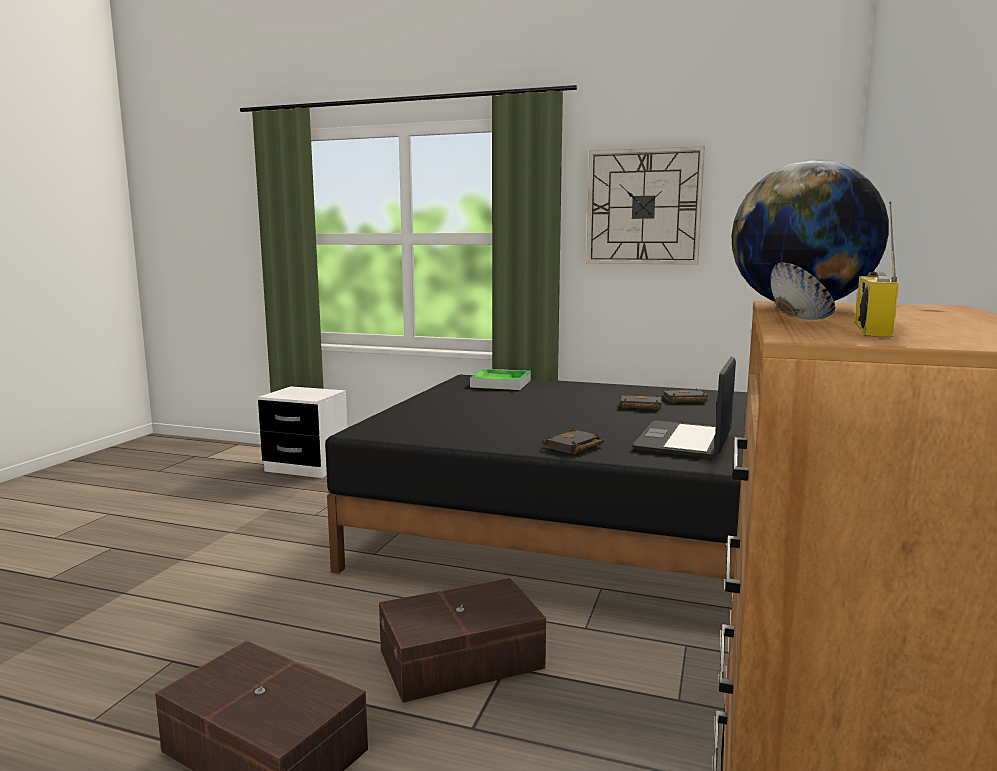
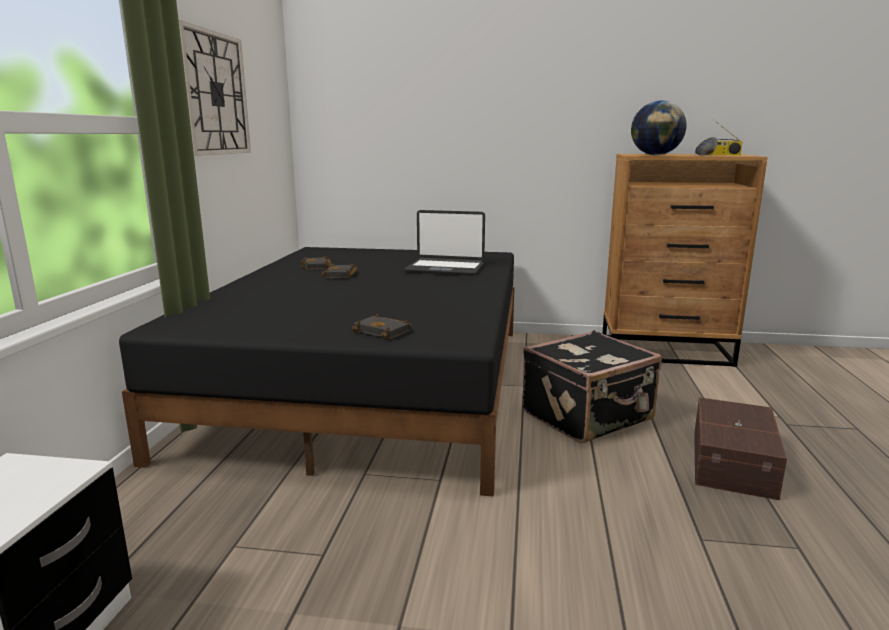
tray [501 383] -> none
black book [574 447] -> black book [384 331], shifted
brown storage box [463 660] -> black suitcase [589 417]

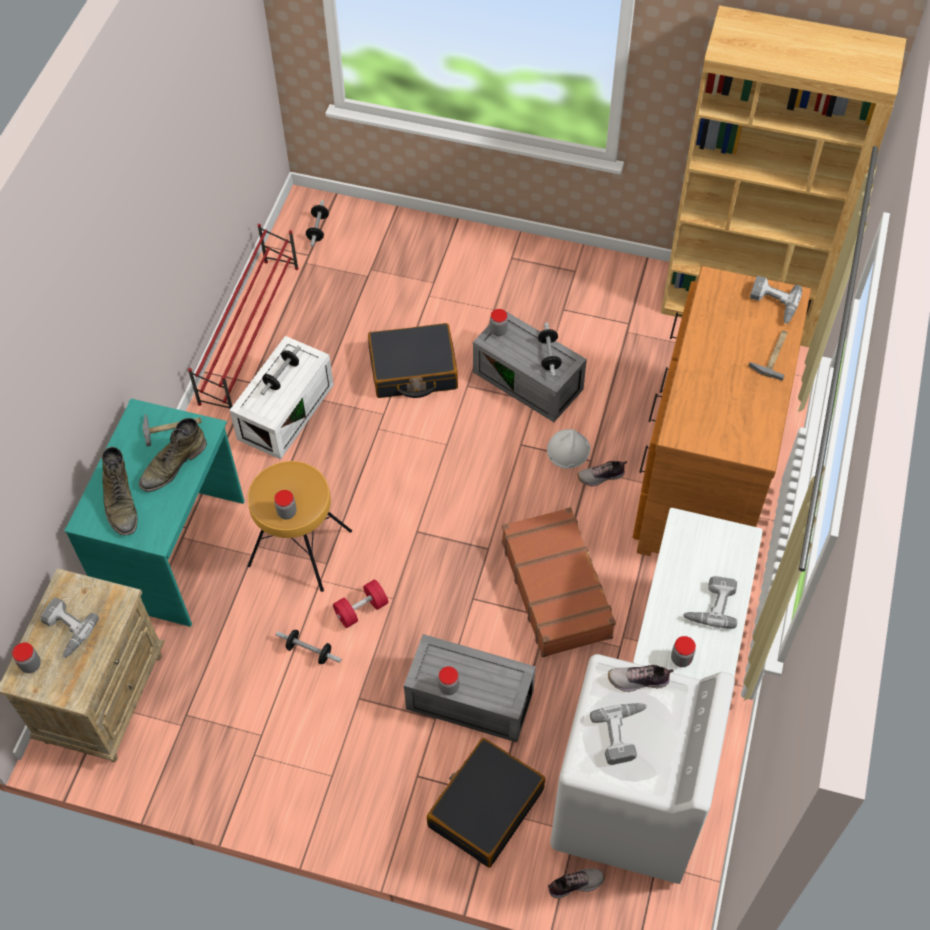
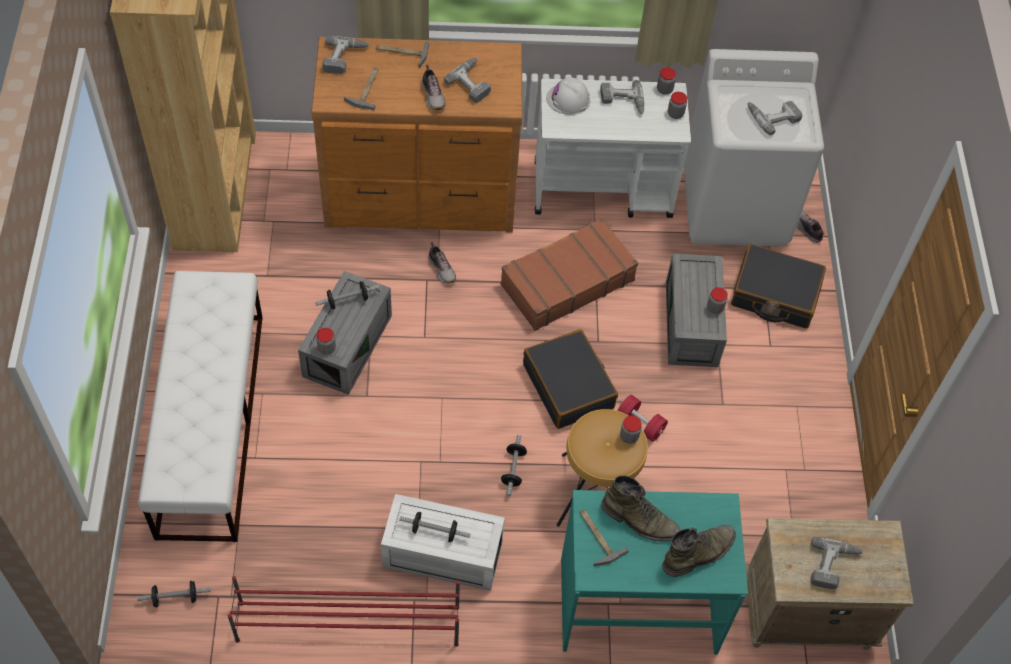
black suitcase [413 370] -> black suitcase [569 386], shifted
white hard hat [568 449] -> white hard hat [568 99], shifted
dumbbell [309 651] -> dumbbell [513 469], shifted
jar [30 665] -> jar [664 89], shifted
shoe [639 681] -> shoe [433 96], shifted
none -> power drill [473 83]
none -> hammer [366 88]
none -> white bench [211 422]

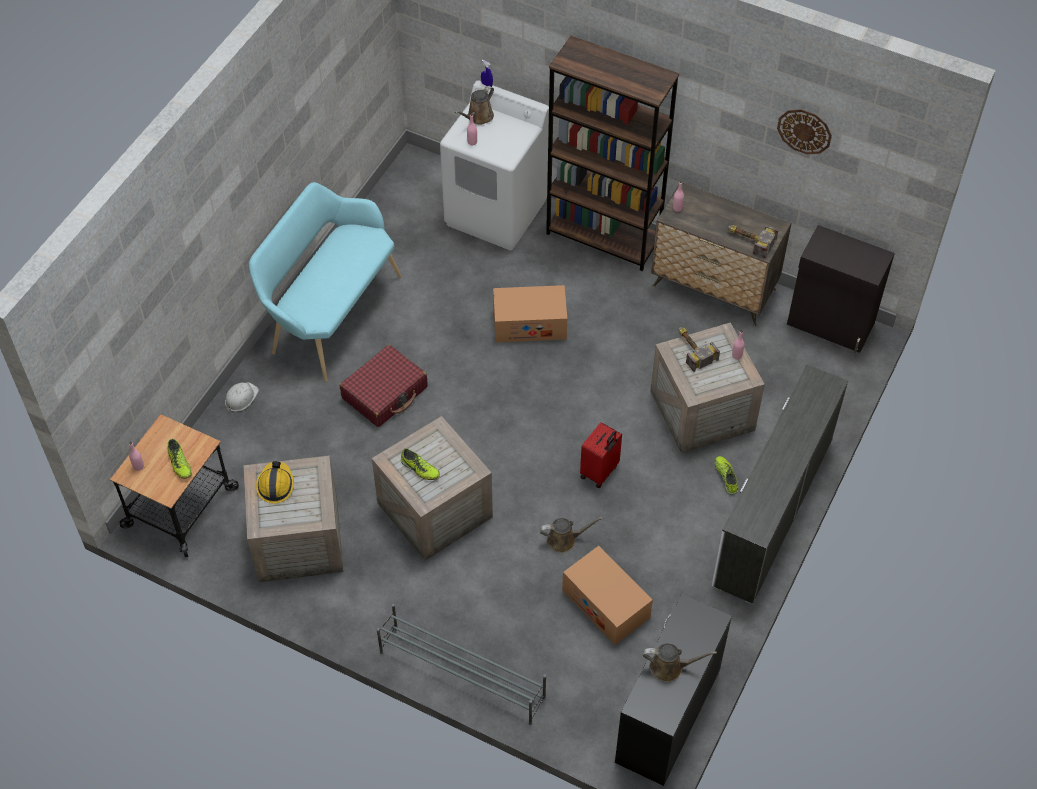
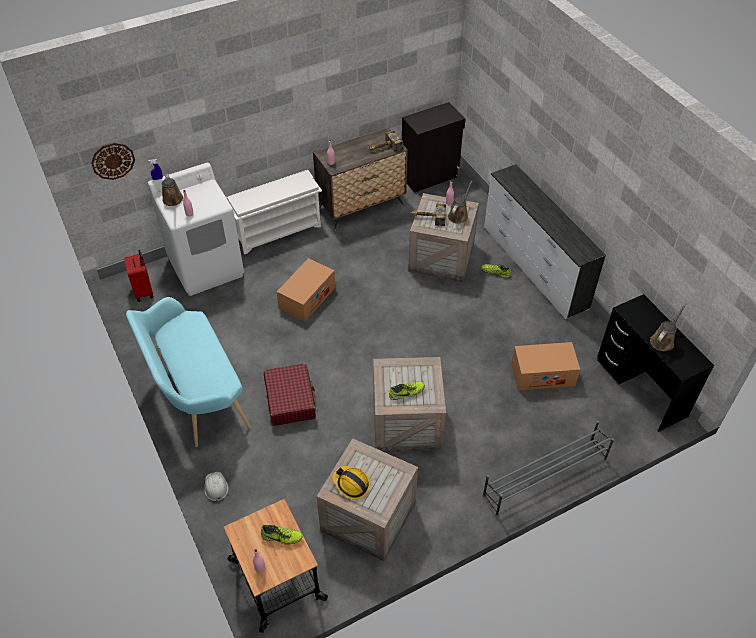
brown bookcase [603 237] -> white shoe rack [278 231]
wall clock [804 131] -> wall clock [113 161], shifted
red suitcase [600 472] -> red suitcase [144 291], shifted
brown watering can [564 539] -> brown watering can [458 215], shifted

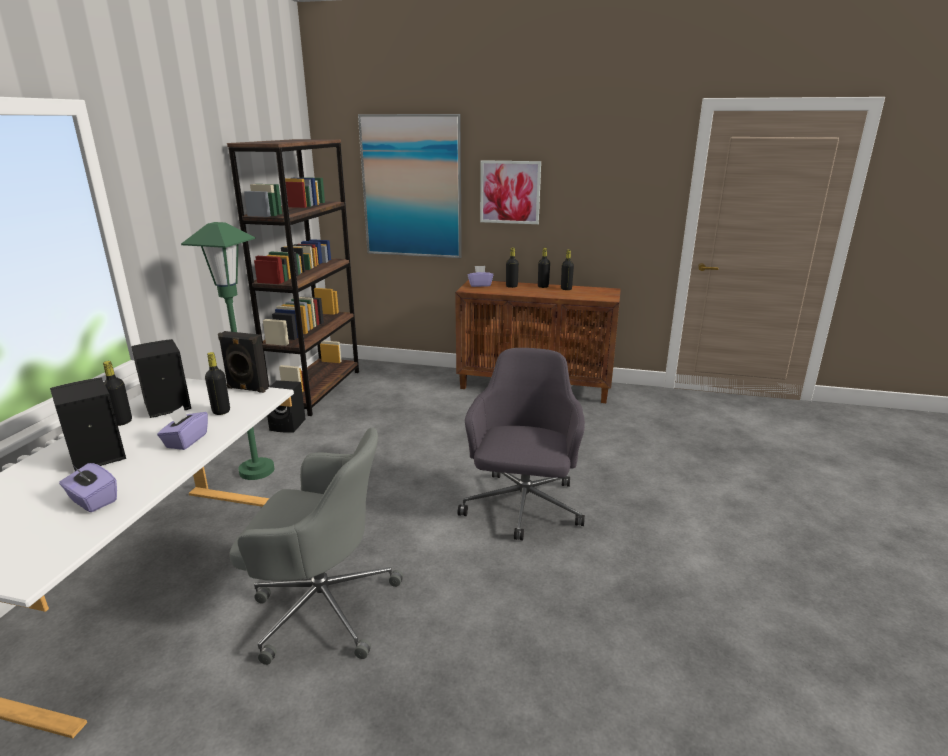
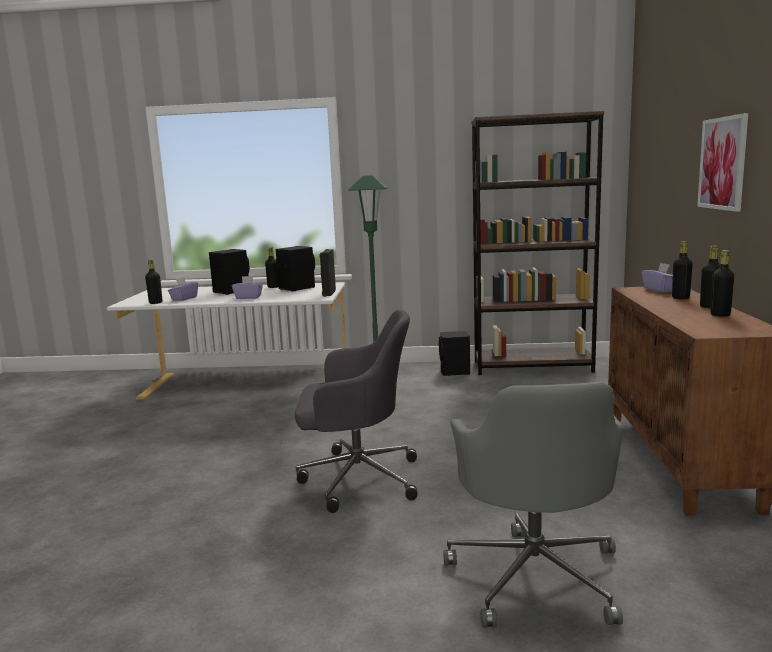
picture [412 187] -> none
black bottle [221 411] -> black bottle [155 303], shifted
grey office chair [322 605] -> grey office chair [535 575], shifted

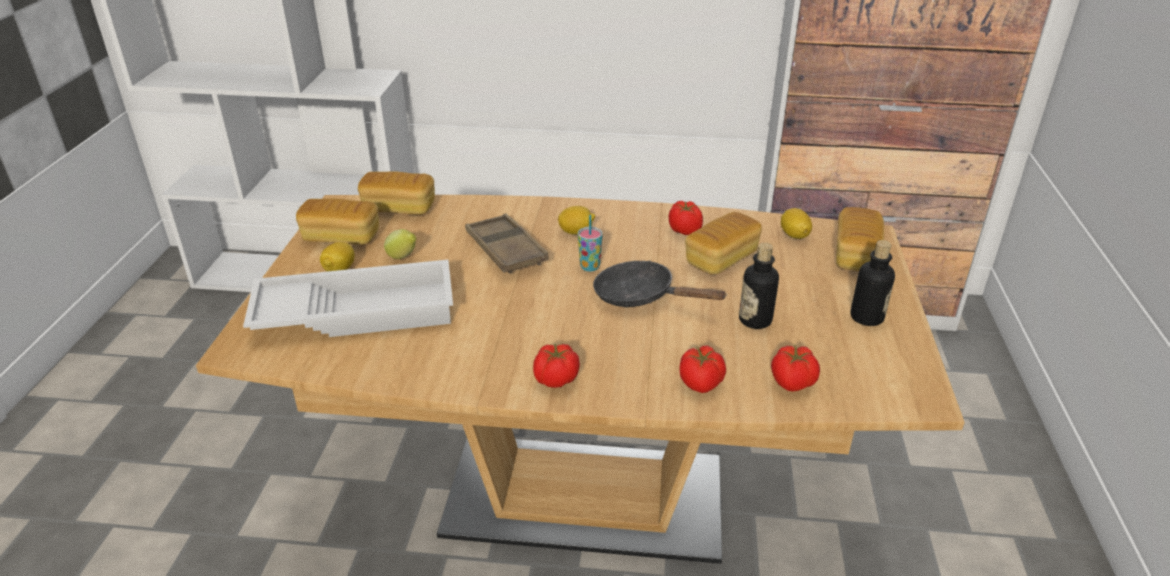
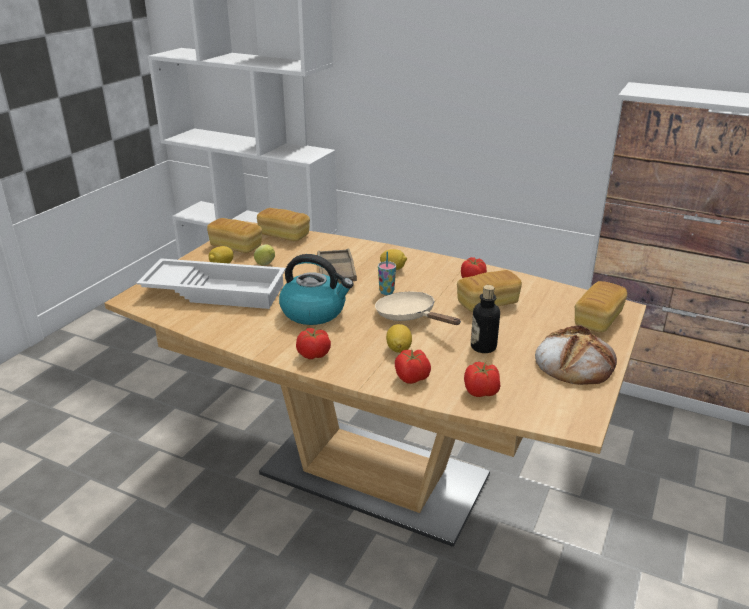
lemon [794 235] -> lemon [399 349], shifted
bottle [866 317] -> bread [574 362]
black frying pan [641 296] -> beige frying pan [410 316]
none -> kettle [314 312]

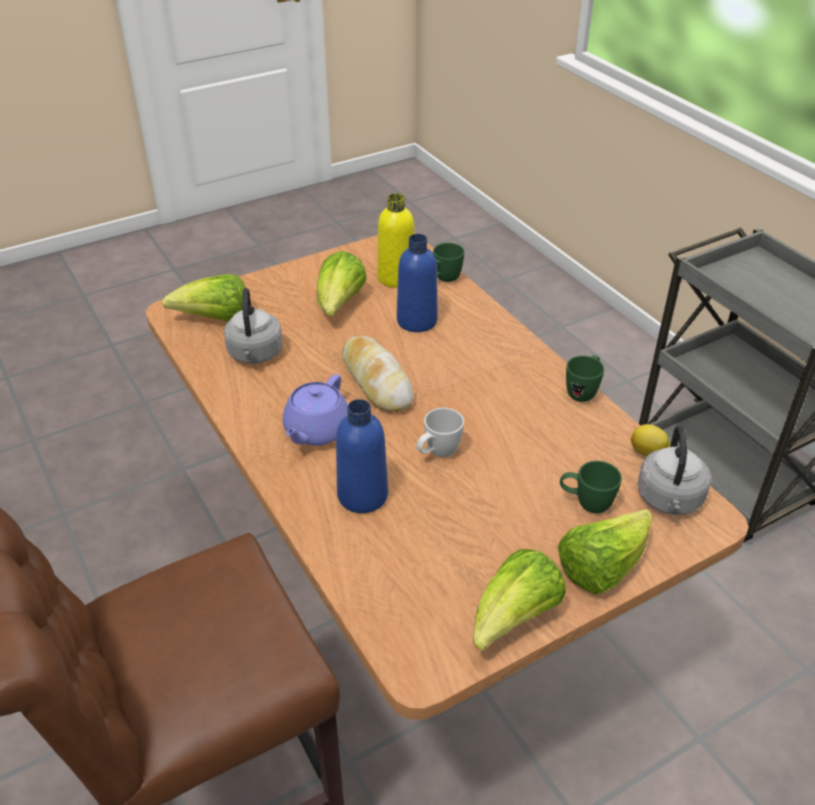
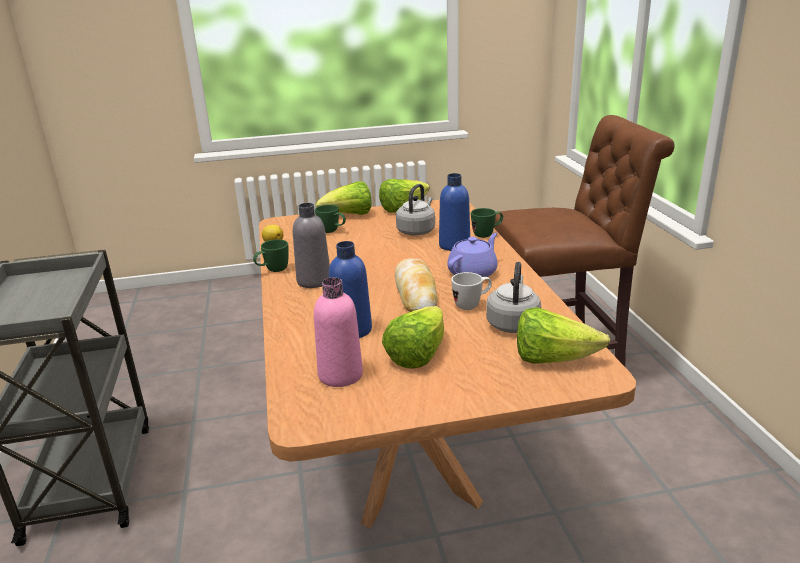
yellow bottle [396 277] -> pink bottle [340 375]
green mug [443 280] -> green mug [487 234], shifted
white mug [437 453] -> white mug [472 305], shifted
grey kettle [669 500] -> grey kettle [417 231], shifted
none -> grey bottle [314 281]

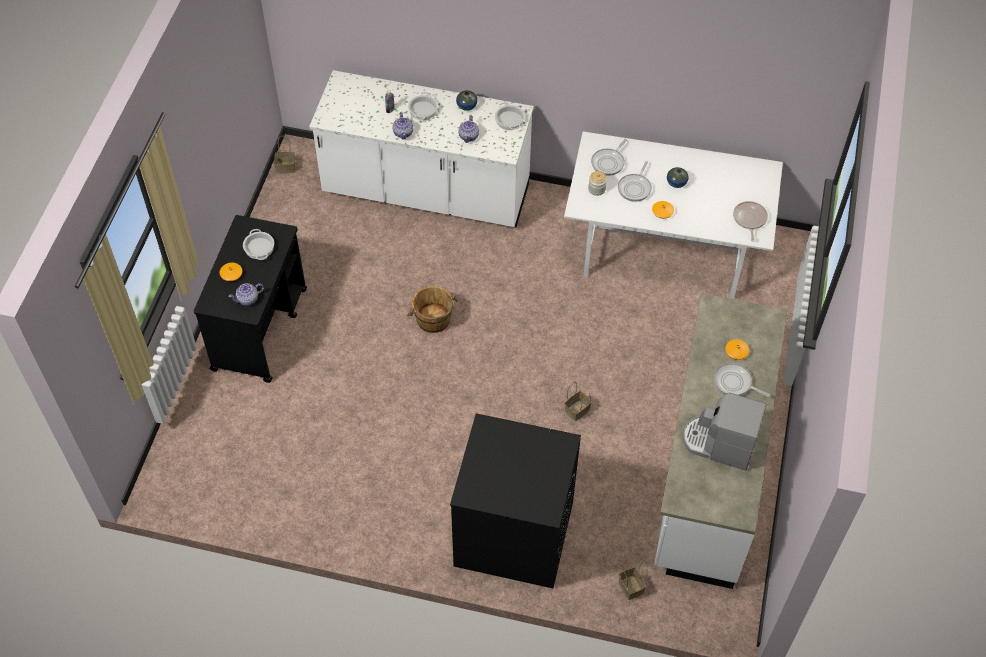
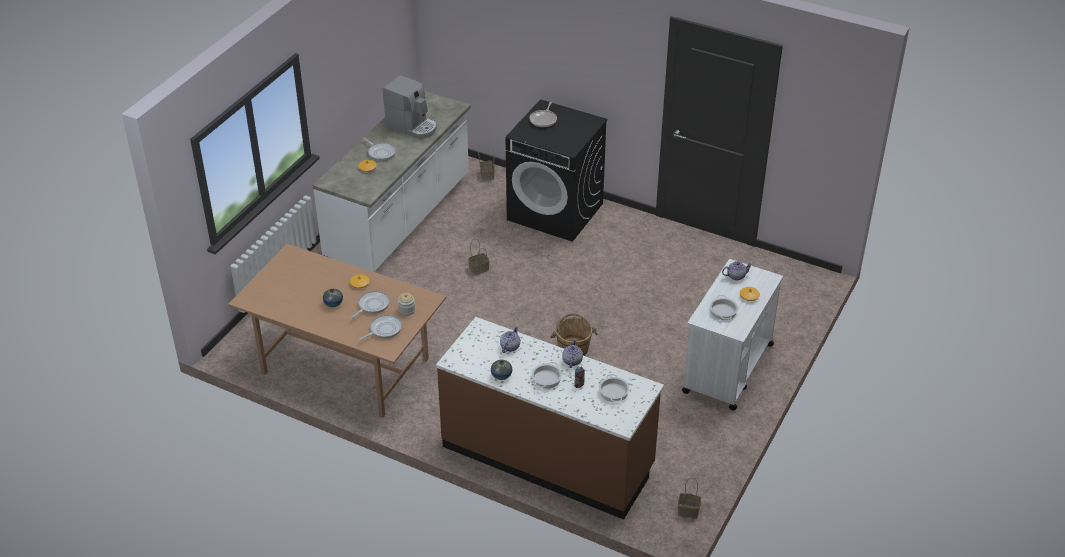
white counter [426 193] -> brown counter [548 457]
cooking pot [510 120] -> cooking pot [613 392], shifted
white dining table [665 248] -> brown dining table [344 366]
frying pan [749 219] -> frying pan [543 120], shifted
black cart [260 328] -> white cart [727 368]

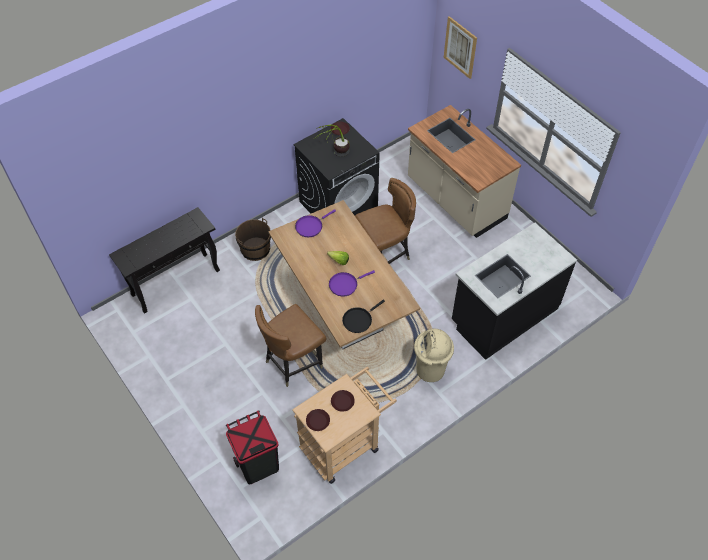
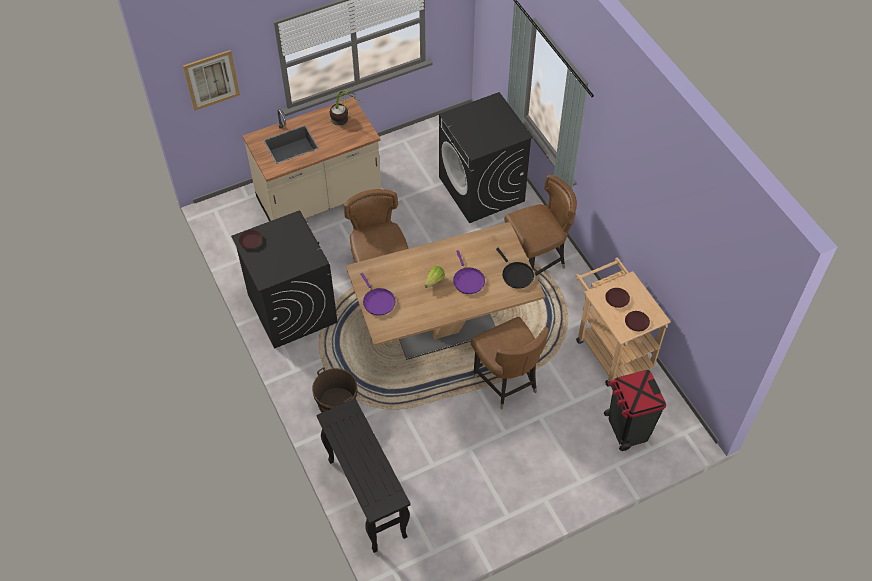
potted plant [334 156] -> potted plant [345 125], shifted
black counter [503 315] -> black washing machine [482 189]
beige trash can [430 370] -> brown chair [536 262]

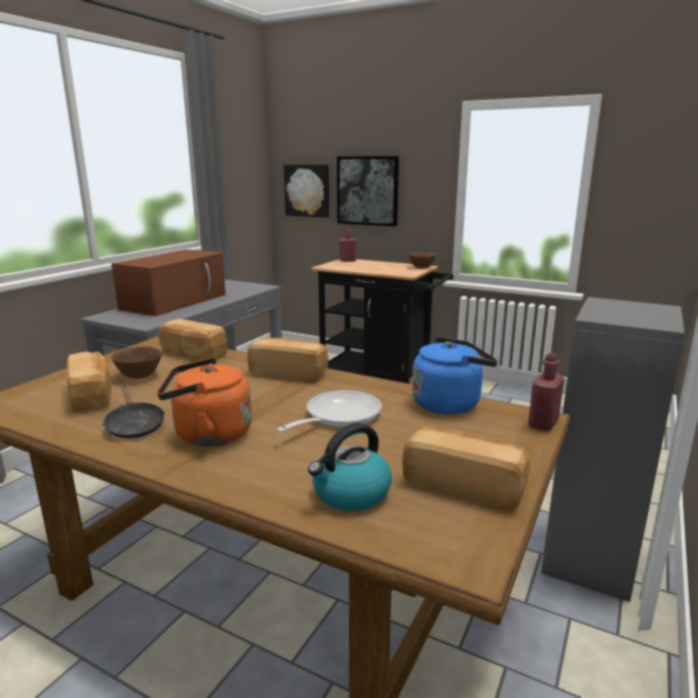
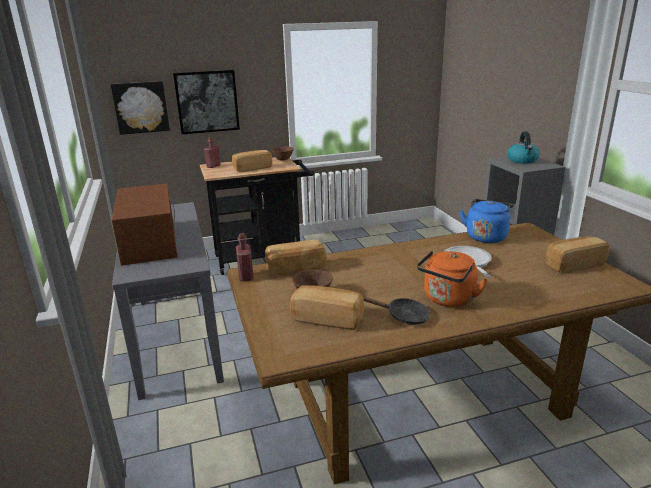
bread [289 373] -> bread [252 168], shifted
red bottle [543 424] -> red bottle [246 276], shifted
kettle [350 494] -> kettle [522 160], shifted

